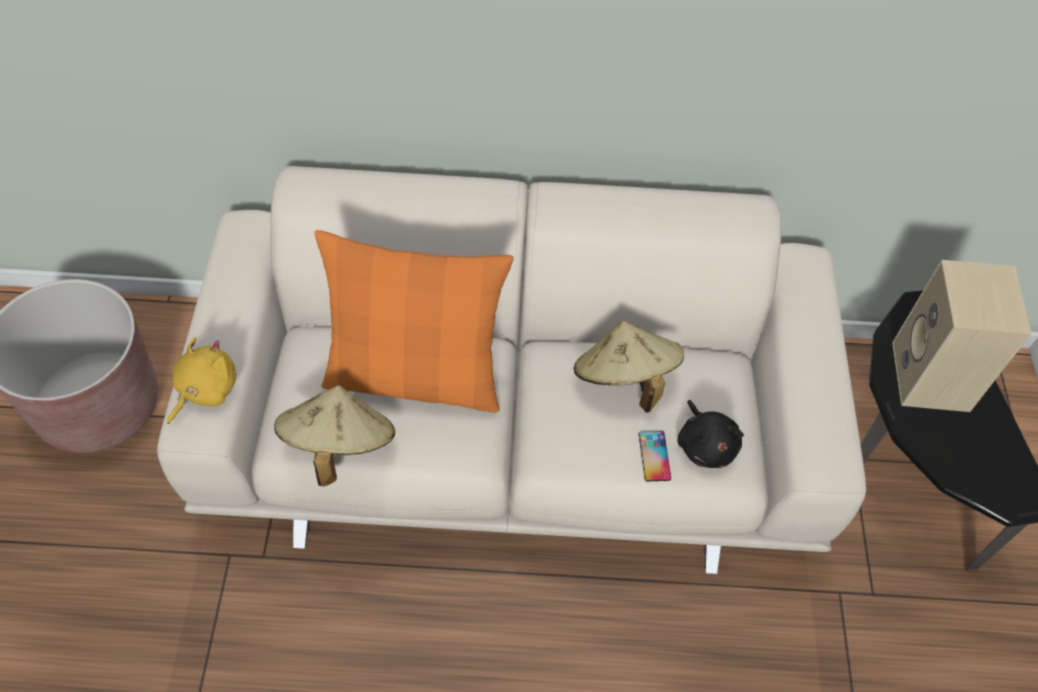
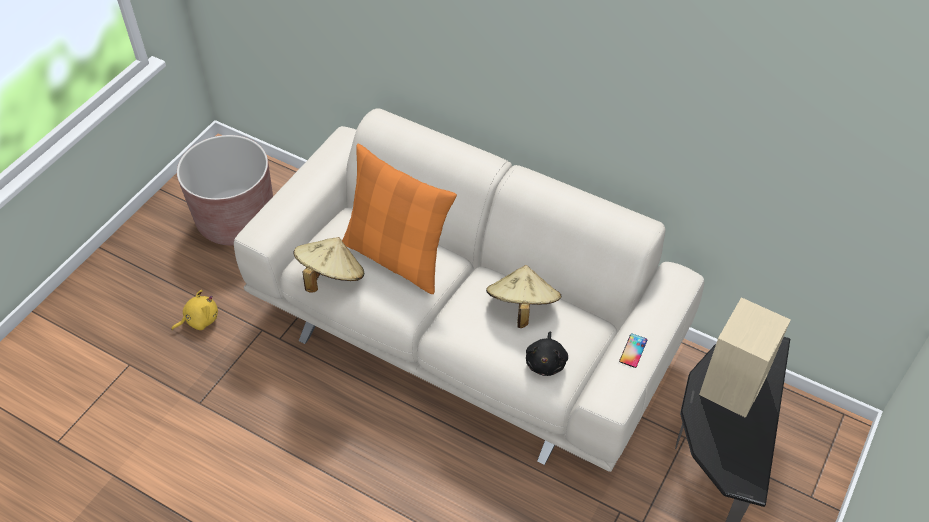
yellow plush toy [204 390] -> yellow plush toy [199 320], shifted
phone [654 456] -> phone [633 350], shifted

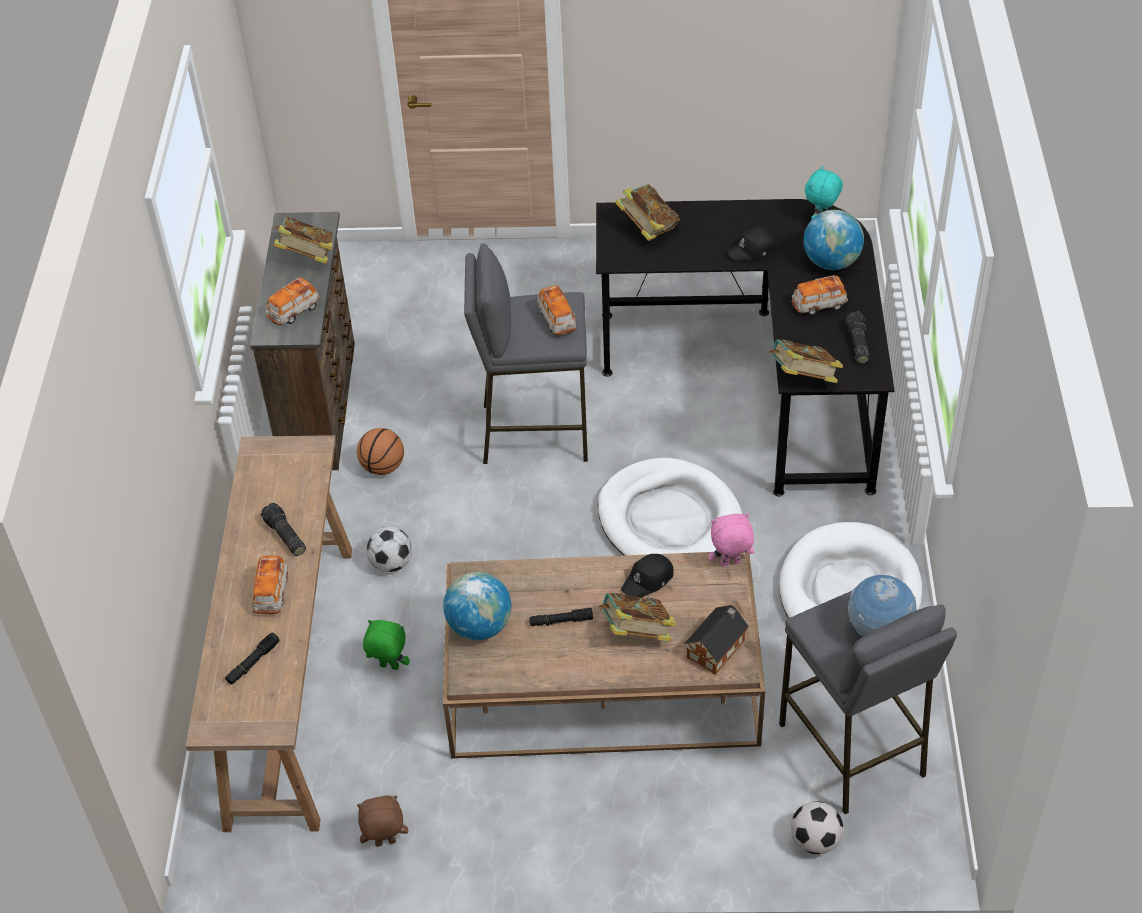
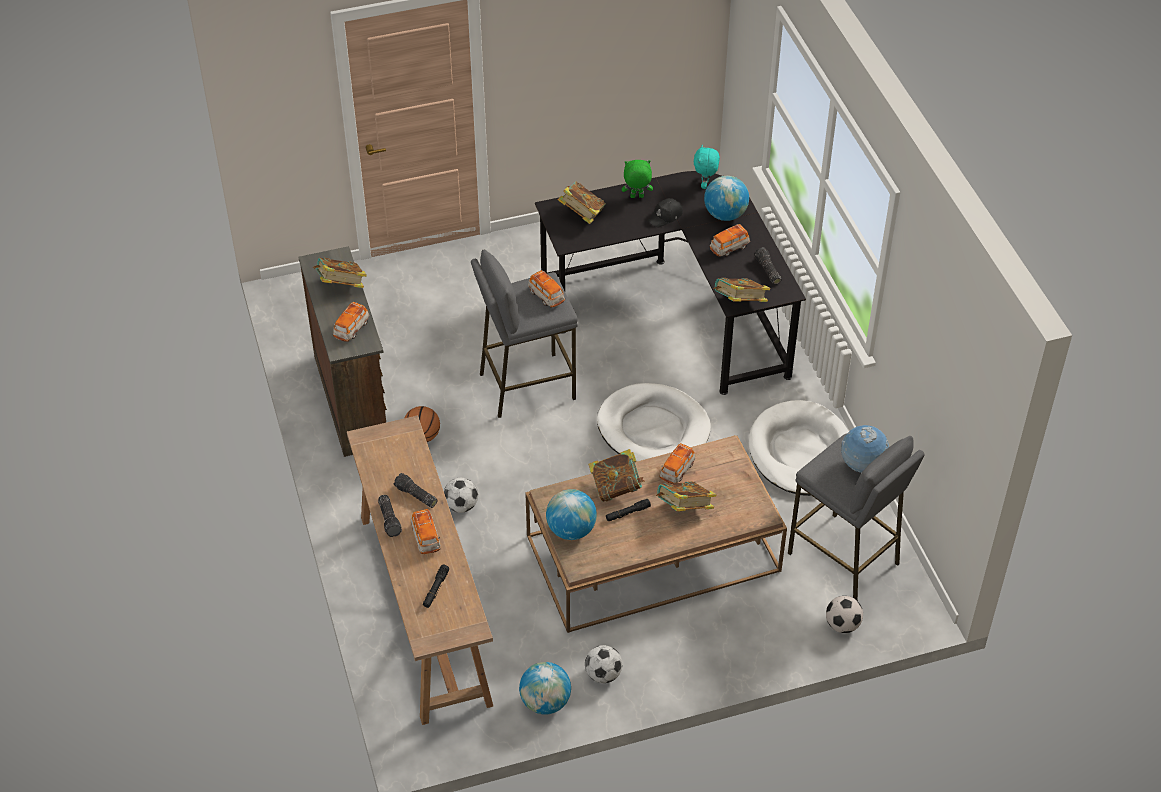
pink plush toy [730 564] -> none
black cap [648 580] -> toy car [677 471]
toy house [717 647] -> none
green plush toy [388 667] -> green plush toy [636 197], shifted
brown plush toy [385 843] -> globe [545 702]
none -> book [616 488]
none -> flashlight [390 519]
none -> football [603 674]

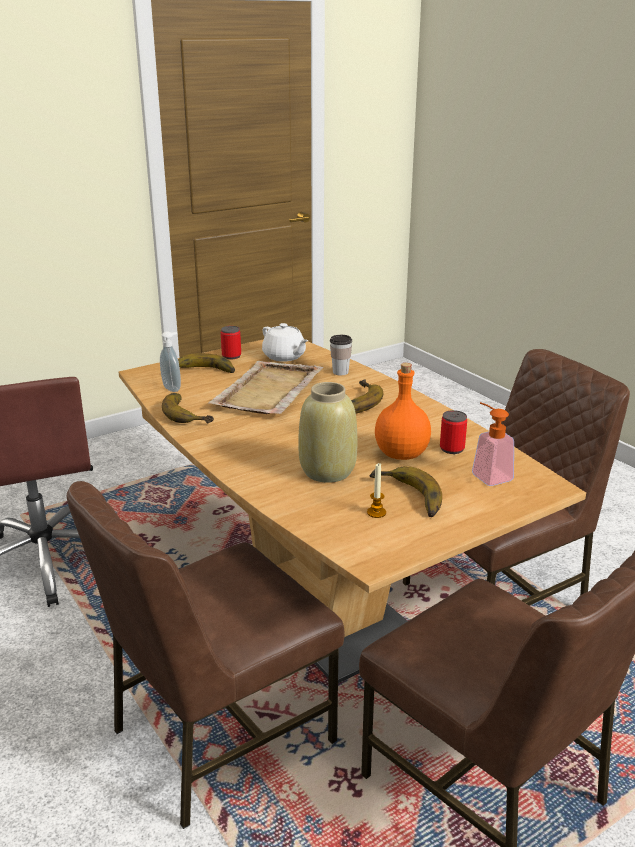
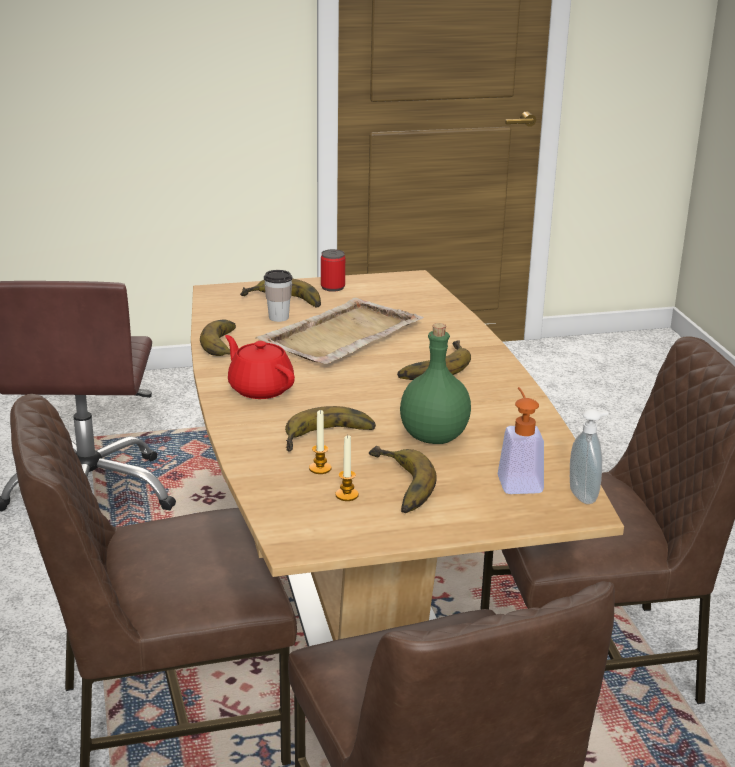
white teapot [284 356] -> none
soap dispenser [173 388] -> soap dispenser [584 496], shifted
cup [340 372] -> cup [278 317], shifted
orange bottle [401 455] -> green bottle [433 437]
beige vase [326 471] -> banana [330 439]
can [452 449] -> none
none -> red teapot [260 388]
none -> candle [320 468]

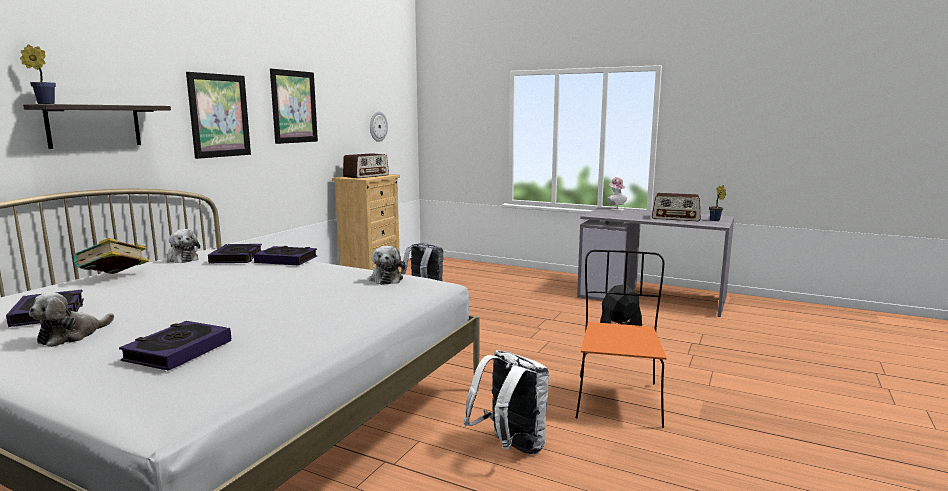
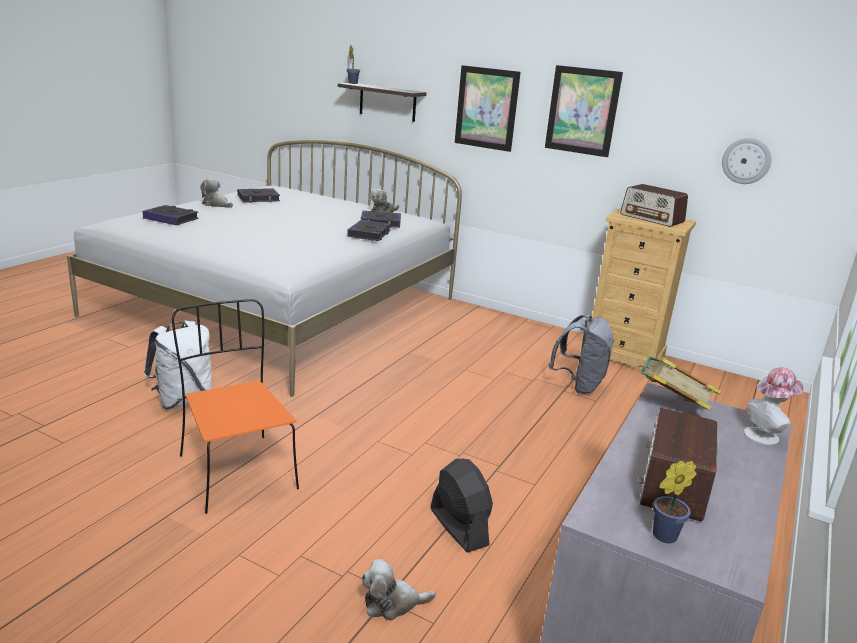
book [114 278] -> book [670 406], shifted
plush toy [386 279] -> plush toy [392 603], shifted
orange chair [617 399] -> orange chair [236 471], 135 degrees counterclockwise

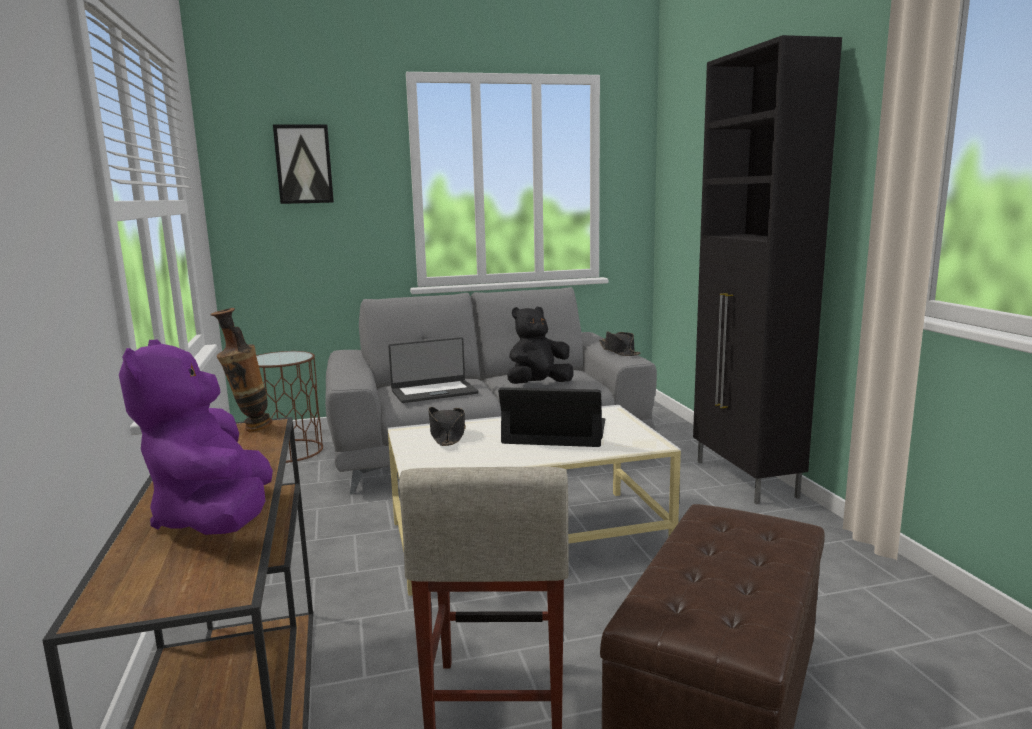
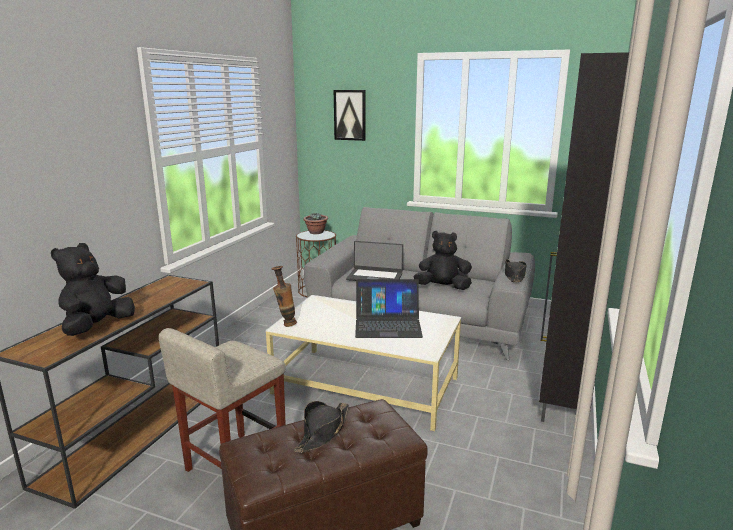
vase [249 429] -> vase [285 324], shifted
purple plush toy [216 519] -> black plush toy [97 327]
laptop [555 431] -> laptop [387 324], 135 degrees clockwise
black hat [447 435] -> black hat [323 432], shifted
none -> potted plant [316 232]

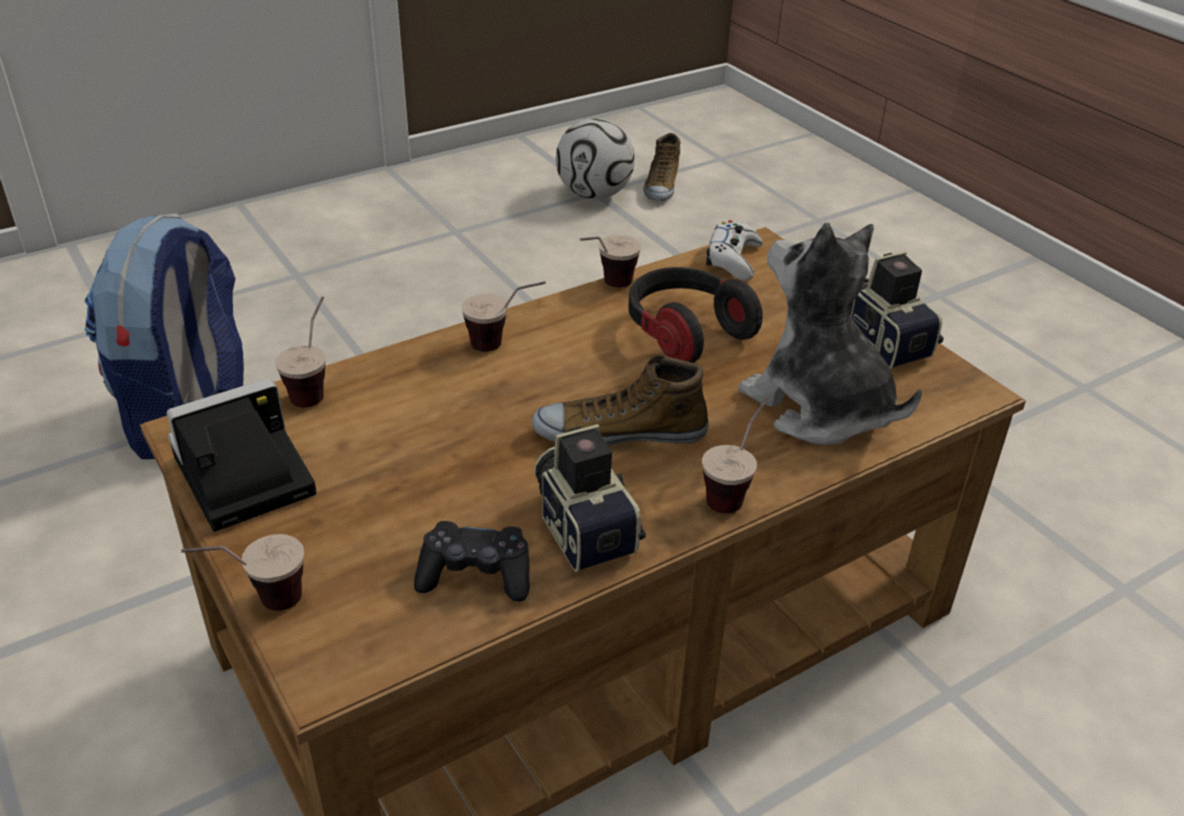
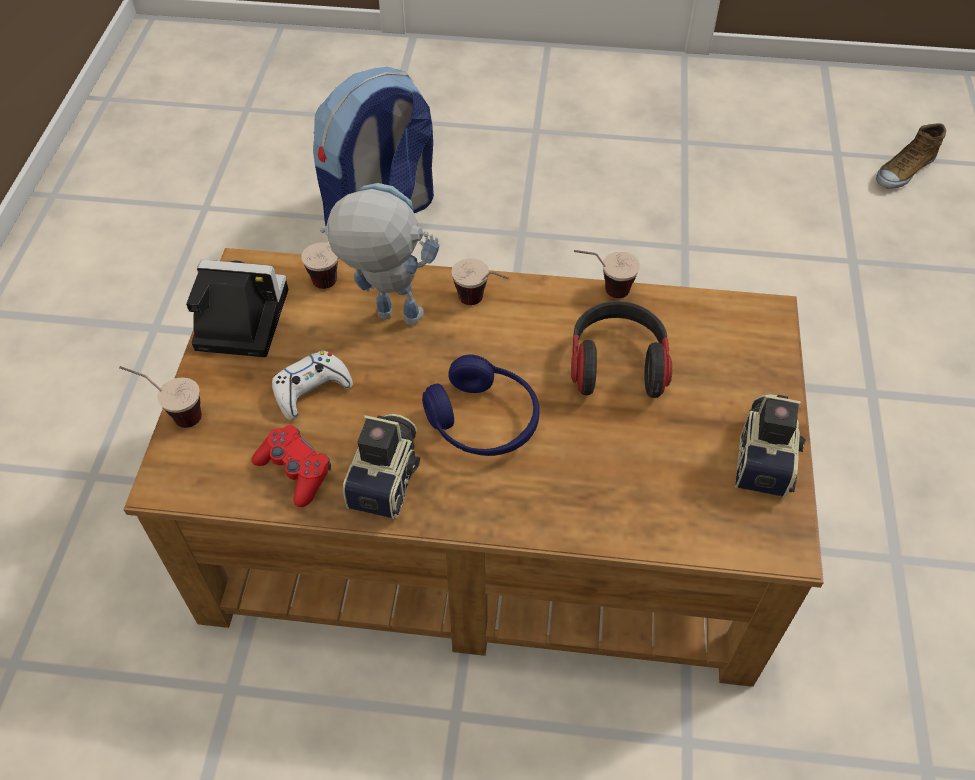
football [594 194] -> none
white game controller [733 259] -> white game controller [311 390], shifted
plush toy [818 407] -> none
shoe [619 432] -> blue headphones [483 421]
cup [735 490] -> none
black game controller [475 575] -> red game controller [295 471]
none -> toy robot [385 315]

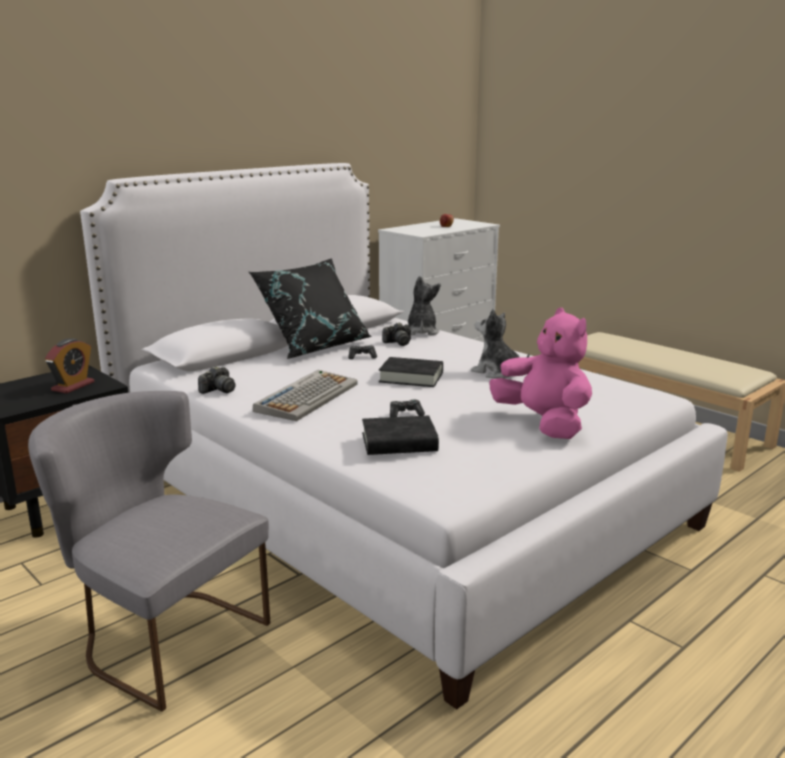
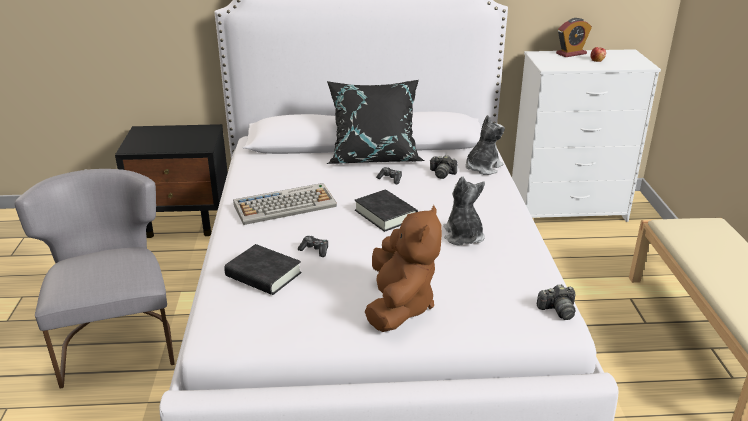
pink plush toy [543 424] -> brown plush toy [399 306]
alarm clock [73 386] -> alarm clock [571 53], shifted
photo camera [218 390] -> photo camera [557 310], shifted

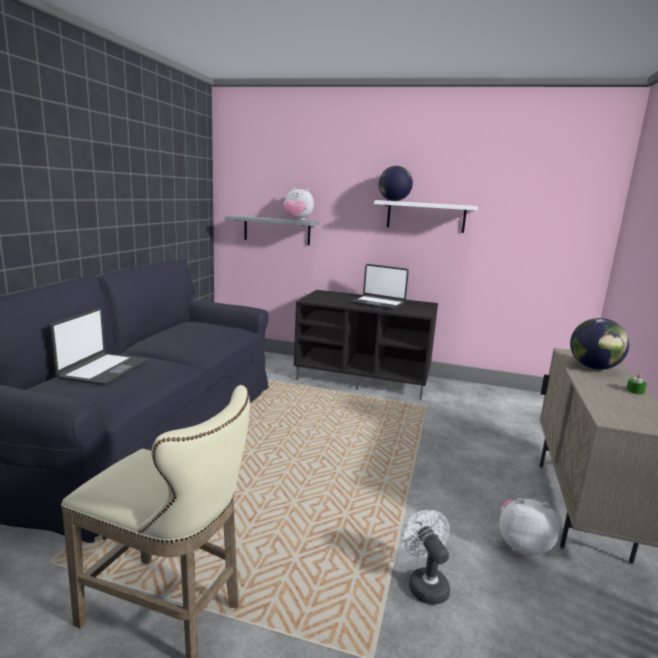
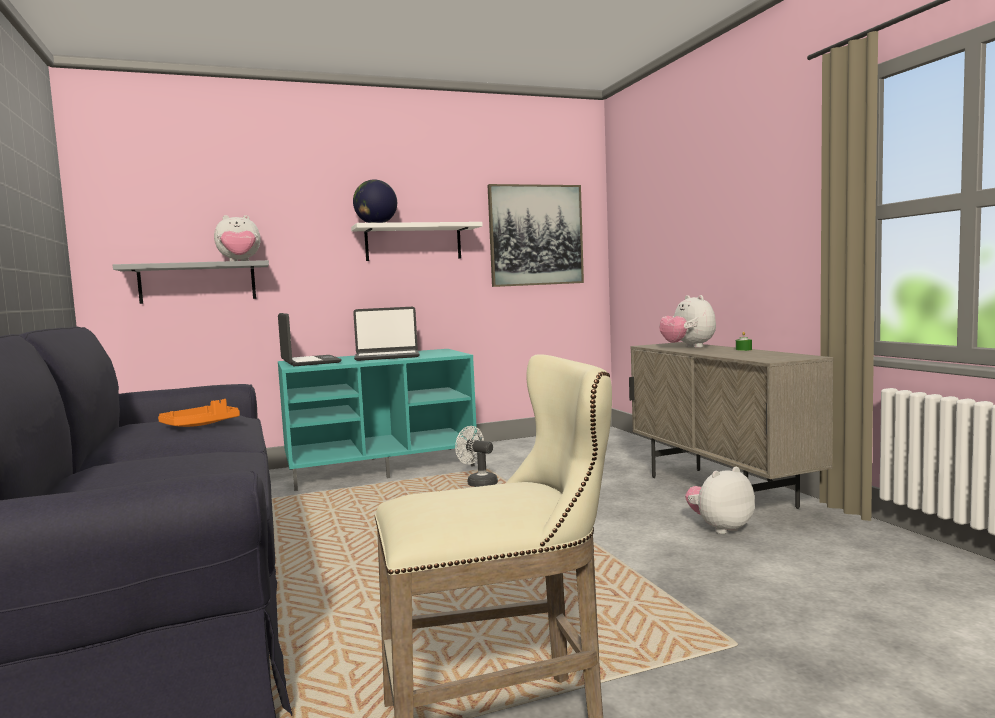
black tv stand [364 378] -> turquoise tv stand [381 467]
laptop [103 370] -> laptop [309 362], shifted
globe [594 368] -> plush toy [688 347]
white fan [425 583] -> white fan [478 483], shifted
none -> picture [536 235]
none -> orange tray [201 425]

